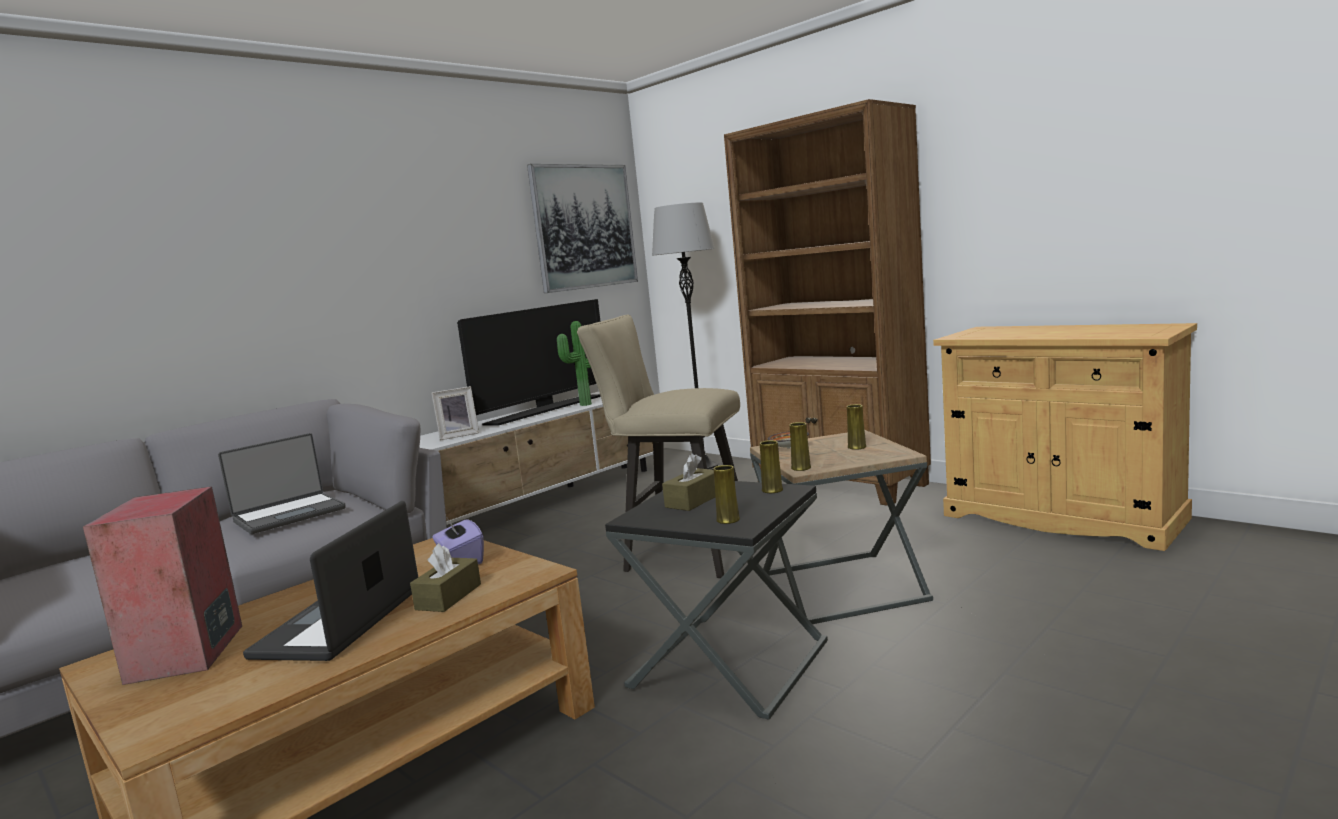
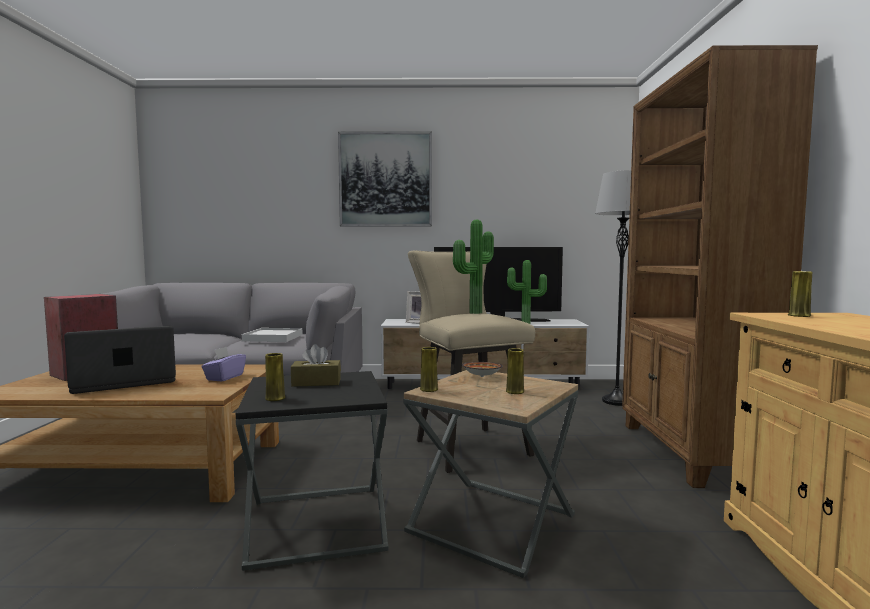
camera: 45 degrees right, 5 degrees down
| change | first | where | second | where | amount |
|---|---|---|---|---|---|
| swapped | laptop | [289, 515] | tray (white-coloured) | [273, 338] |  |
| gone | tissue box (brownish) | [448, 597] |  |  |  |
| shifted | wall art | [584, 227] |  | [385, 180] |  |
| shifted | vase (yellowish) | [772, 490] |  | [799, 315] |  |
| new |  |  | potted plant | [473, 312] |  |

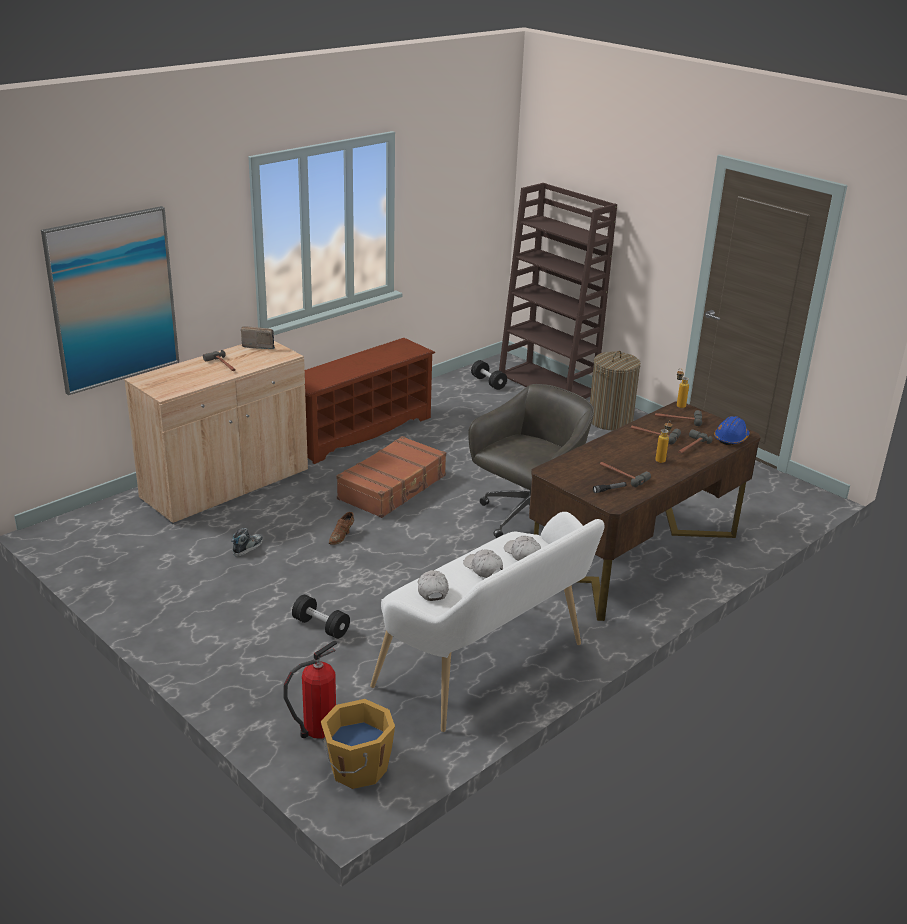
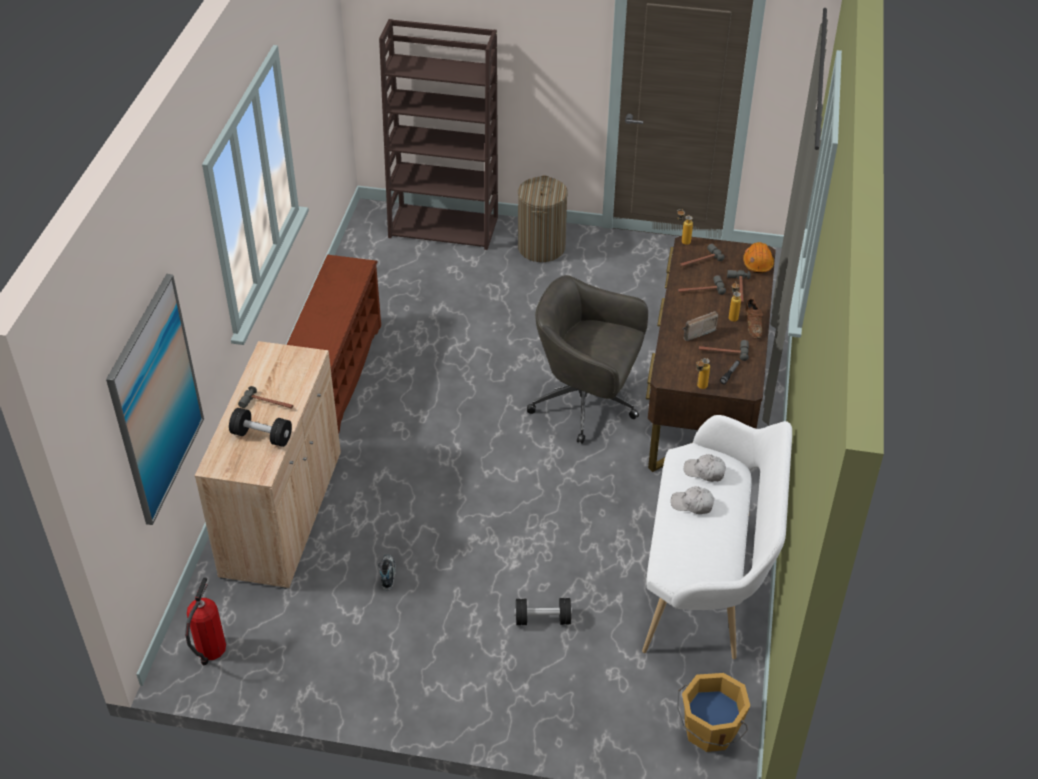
camera: 35 degrees left, 15 degrees up
| change | first | where | second | where | amount |
|---|---|---|---|---|---|
| shifted | radio | [258, 346] |  | [695, 332] |  |
| shifted | extinguisher | [317, 729] |  | [210, 651] |  |
| shifted | low shoe (brownish) | [342, 536] |  | [753, 326] |  |
| gone | travel case (brownish) | [393, 488] |  |  |  |
| gone | peaked cap (white-coloured) | [432, 589] |  |  |  |
| rotated | computer chair (gray) | [529, 518] |  | [587, 404] | 75 degrees counterclockwise |
| shifted | hand weight (black) | [488, 382] |  | [262, 436] |  |
| repainted | hard hat (blue-coloured) | [731, 438] | hard hat (orangey) | [757, 263] |  |
| new |  |  | beverage bottle | [699, 388] |  |

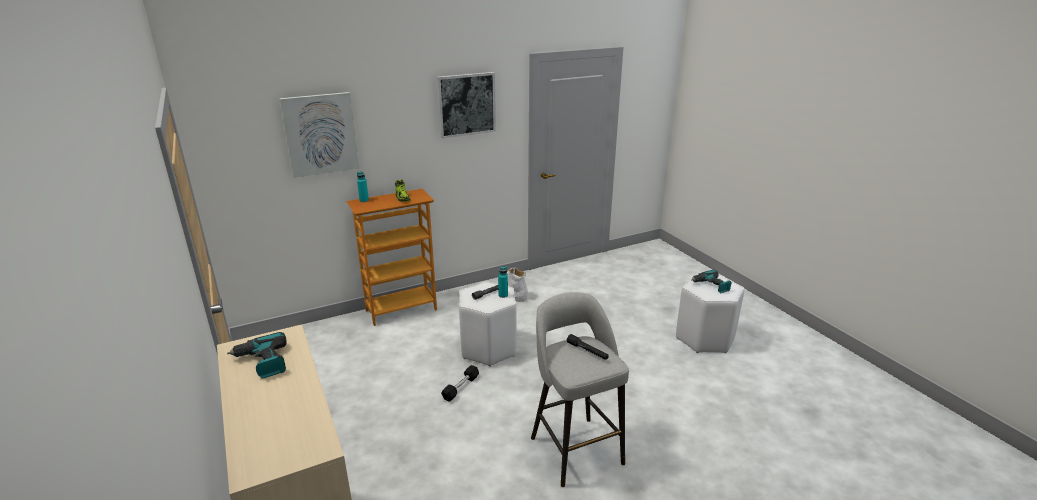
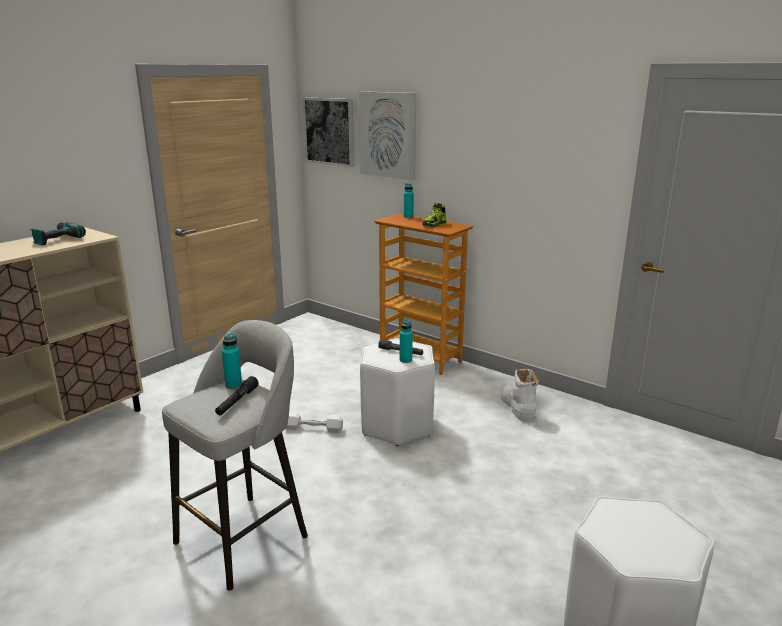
camera: 65 degrees right, 5 degrees down
| change | first | where | second | where | amount |
|---|---|---|---|---|---|
| shifted | wall art | [466, 104] |  | [330, 131] |  |
| repainted | hand weight (black) | [461, 387] | hand weight (white-coloured) | [313, 429] |  |
| gone | power drill | [711, 286] |  |  |  |
| new |  |  | beverage bottle (turquoise-coloured) | [233, 385] |  |

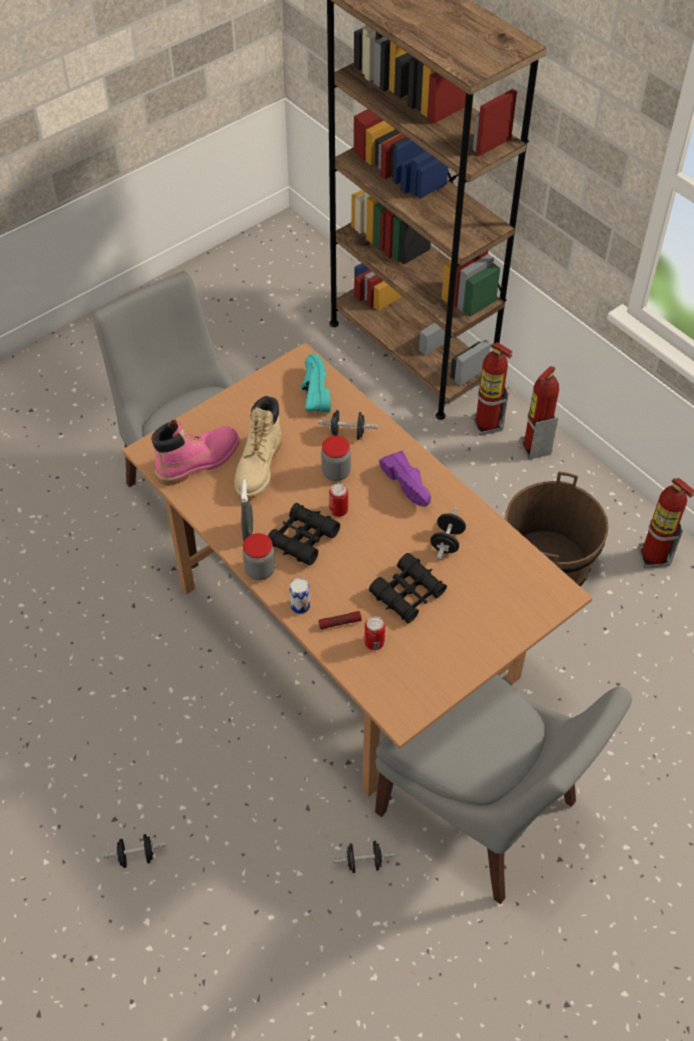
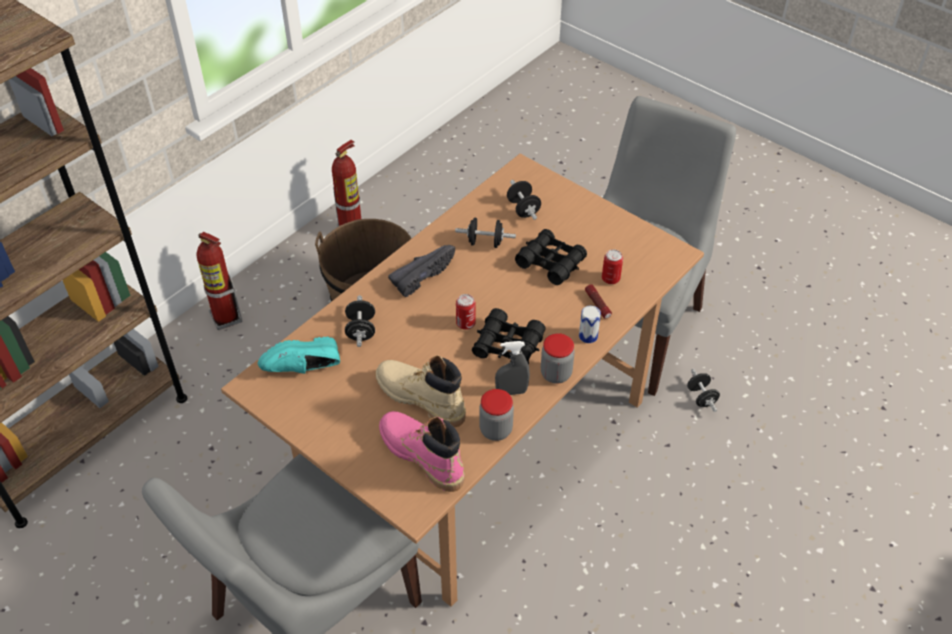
camera: 100 degrees left, 5 degrees down
| change | first | where | second | where | amount |
|---|---|---|---|---|---|
| shifted | hand weight (black) | [136, 856] |  | [523, 209] |  |
| rotated | boot (beige-coloured) | [259, 467] |  | [420, 398] | 150 degrees counterclockwise |
| shifted | preserve jar | [336, 472] |  | [496, 430] |  |
| repainted | low shoe (purple-coloured) | [409, 484] | low shoe (black) | [421, 275] |  |
| gone | extinguisher | [487, 425] |  |  |  |

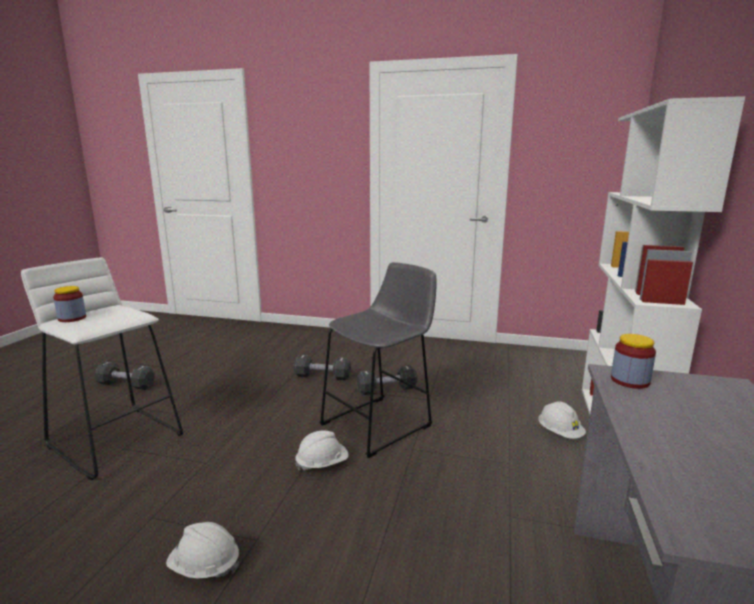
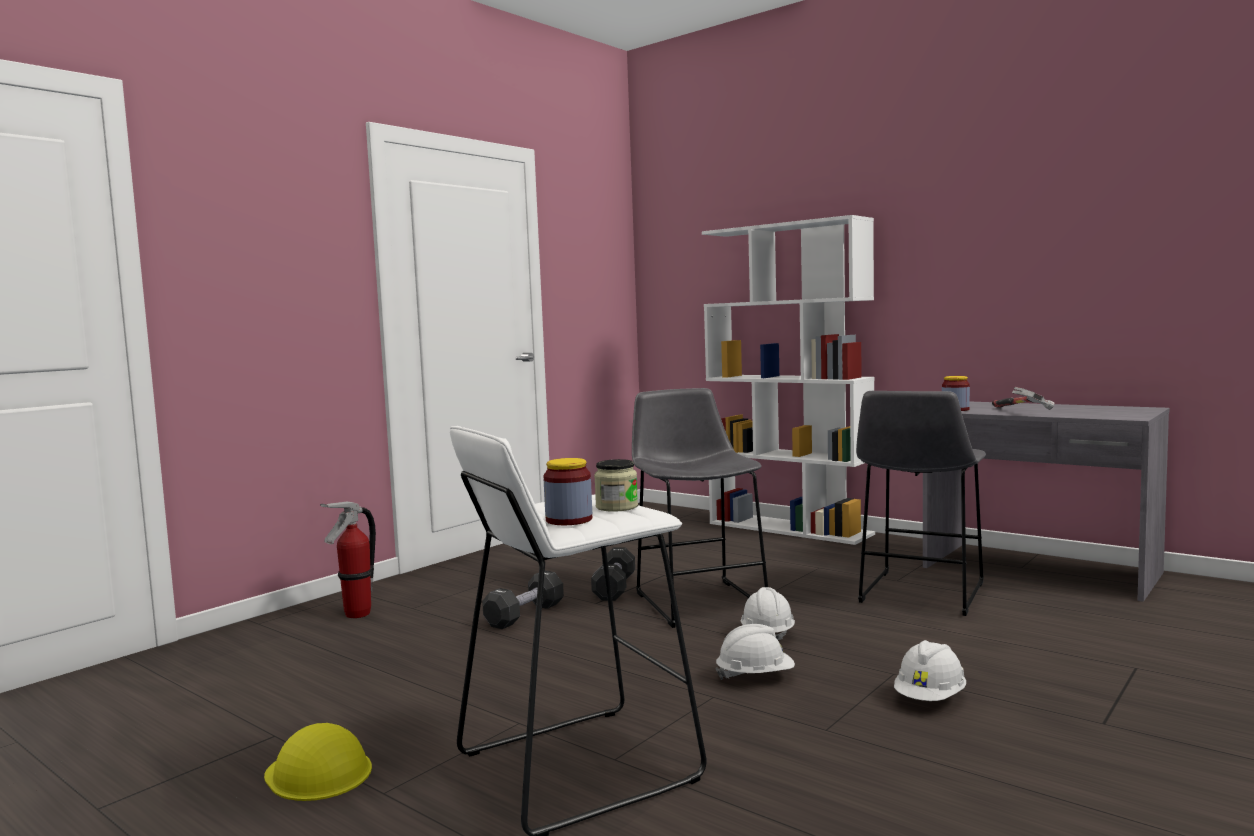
camera: 65 degrees left, 10 degrees down
| change | first | where | second | where | amount |
|---|---|---|---|---|---|
| swapped | hand weight (black) | [126, 385] | hard hat (yellowish) | [318, 772] |  |
| shifted | hard hat (white-coloured) | [559, 433] |  | [755, 677] |  |
| new |  |  | extinguisher | [357, 614] |  |
| new |  |  | preserve jar | [616, 507] |  |
| new |  |  | stool seat (gray) | [919, 594] |  |
| new |  |  | tool hammer | [1017, 411] |  |

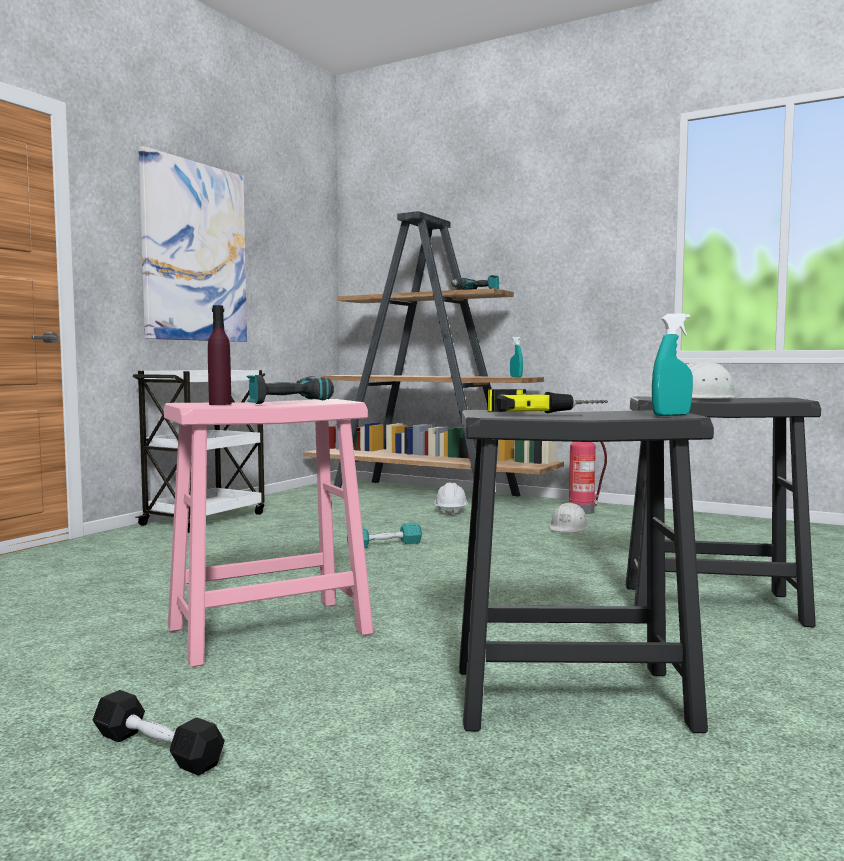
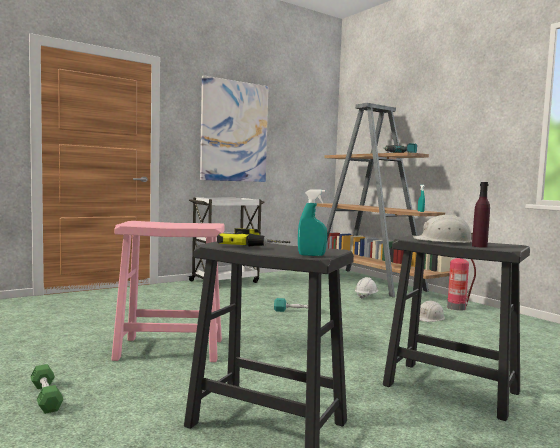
camera: 25 degrees right, 0 degrees up
| change | first | where | second | where | amount |
|---|---|---|---|---|---|
| repainted | hand weight (black) | [157, 749] | hand weight (green-coloured) | [46, 397] |  |
| shifted | beverage bottle (purple-coloured) | [220, 404] |  | [479, 246] |  |
| gone | power drill | [287, 402] |  |  |  |

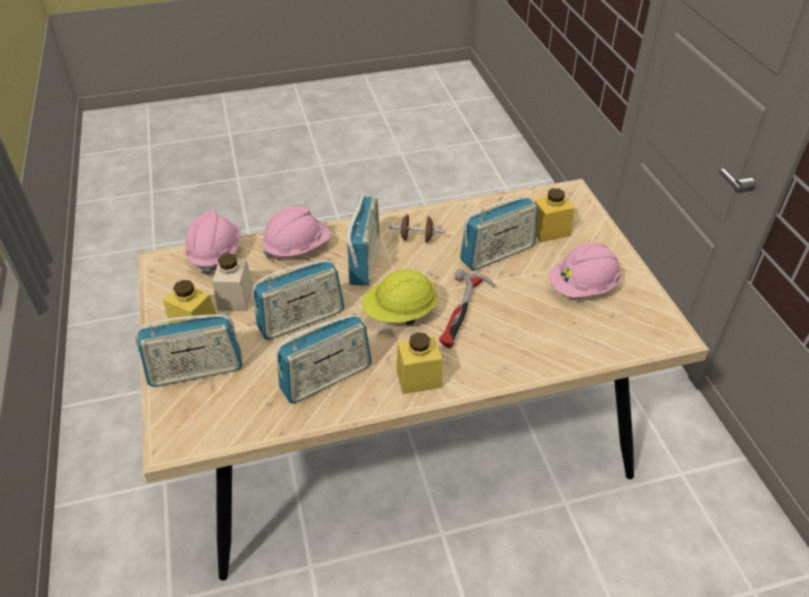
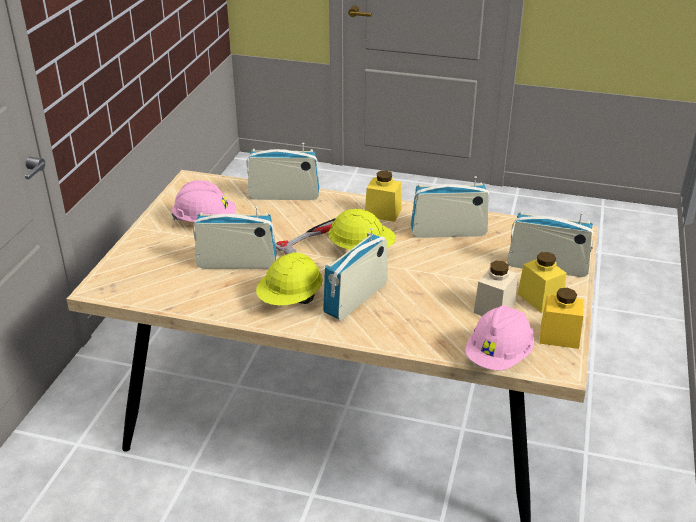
camera: 150 degrees left, 10 degrees down
| change | first | where | second | where | amount |
|---|---|---|---|---|---|
| shifted | radio | [301, 320] |  | [284, 195] |  |
| gone | hard hat (pink) | [297, 248] |  |  |  |
| swapped | hand weight (brownish) | [416, 238] | hard hat (yellowish) | [290, 300] |  |
| shifted | preserve jar (yellowish) | [550, 231] |  | [559, 336] |  |

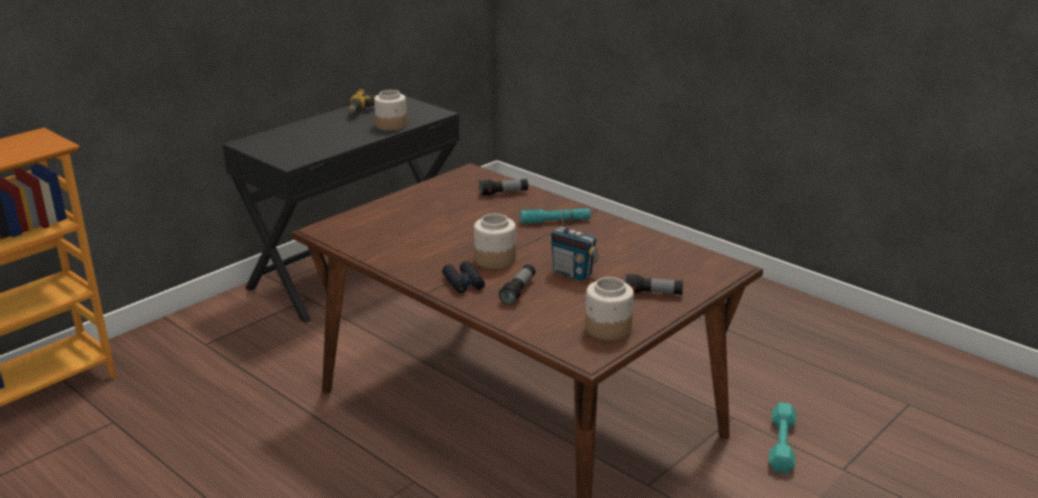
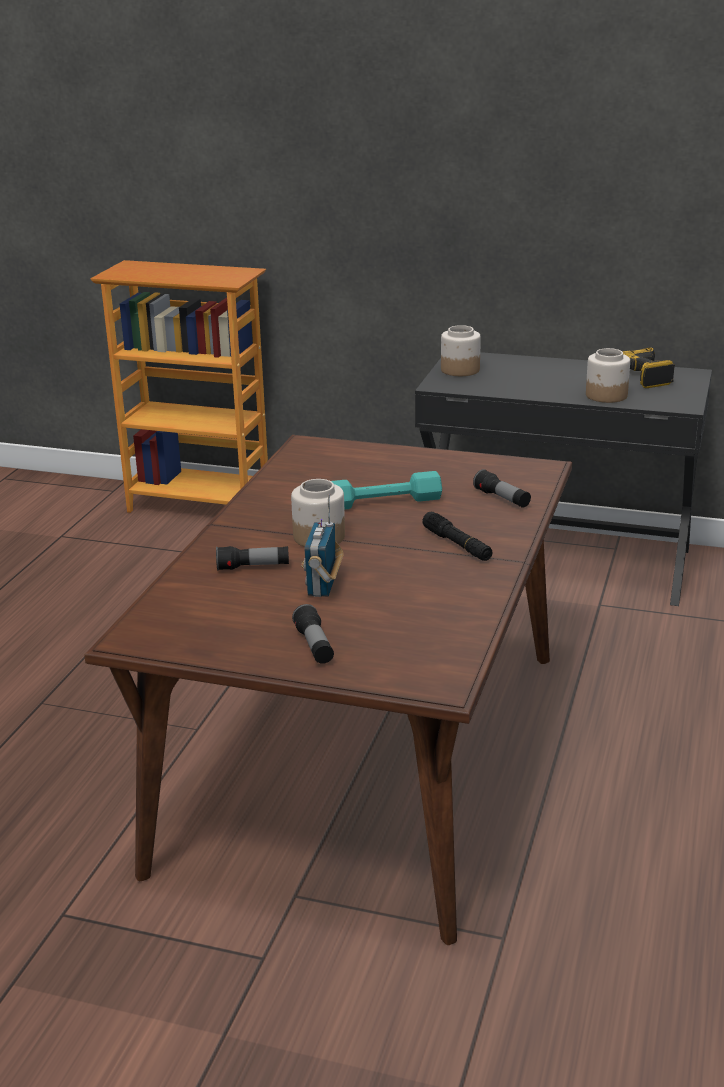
camera: 65 degrees right, 0 degrees up
| change | first | where | second | where | amount |
|---|---|---|---|---|---|
| gone | binoculars (black) | [464, 283] |  |  |  |
| repainted | hand torch (turquoise-coloured) | [555, 221] | hand torch (black) | [457, 545] |  |
| shifted | preserve jar | [608, 329] |  | [459, 370] |  |
| shifted | hand weight (turquoise-coloured) | [781, 444] |  | [382, 502] |  |

